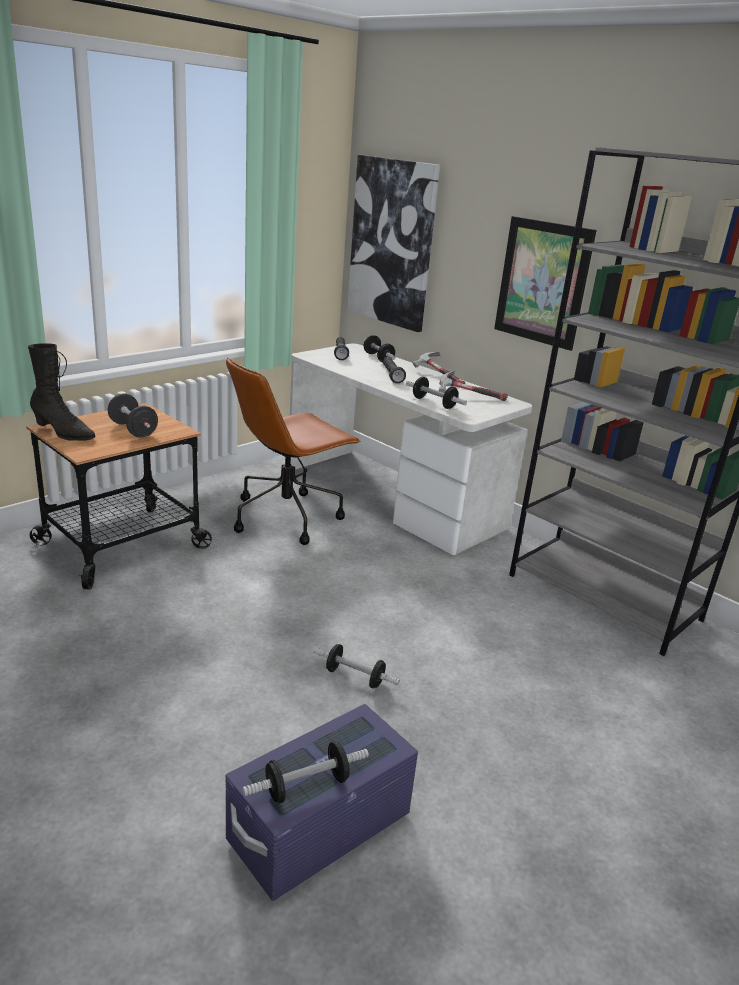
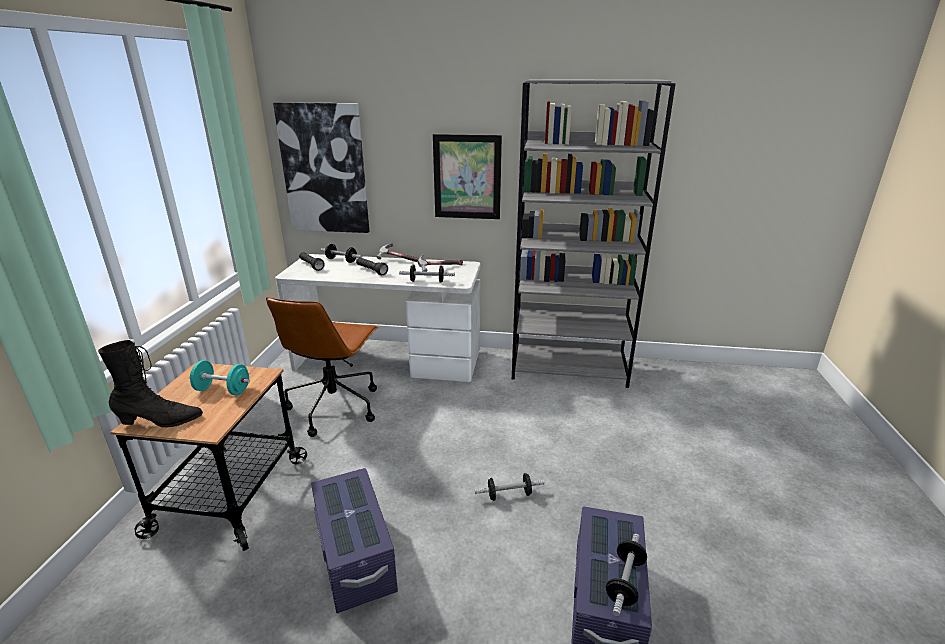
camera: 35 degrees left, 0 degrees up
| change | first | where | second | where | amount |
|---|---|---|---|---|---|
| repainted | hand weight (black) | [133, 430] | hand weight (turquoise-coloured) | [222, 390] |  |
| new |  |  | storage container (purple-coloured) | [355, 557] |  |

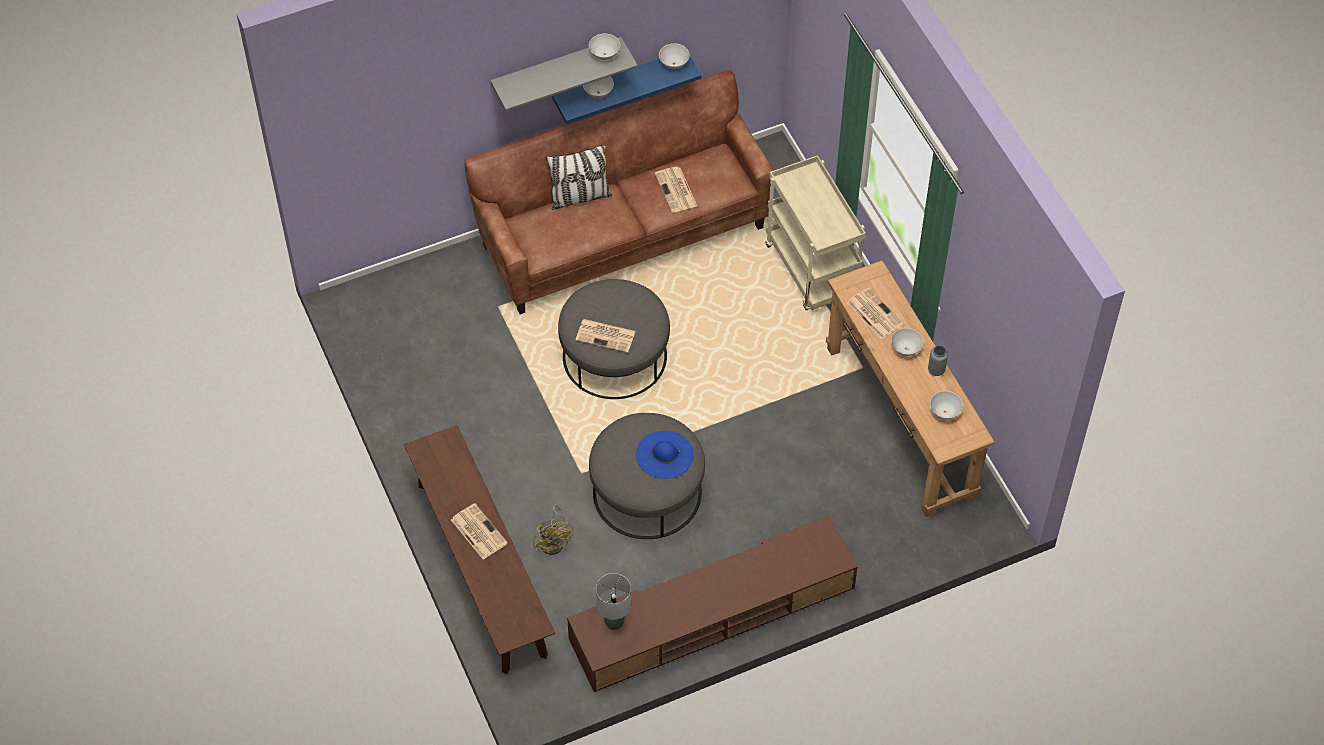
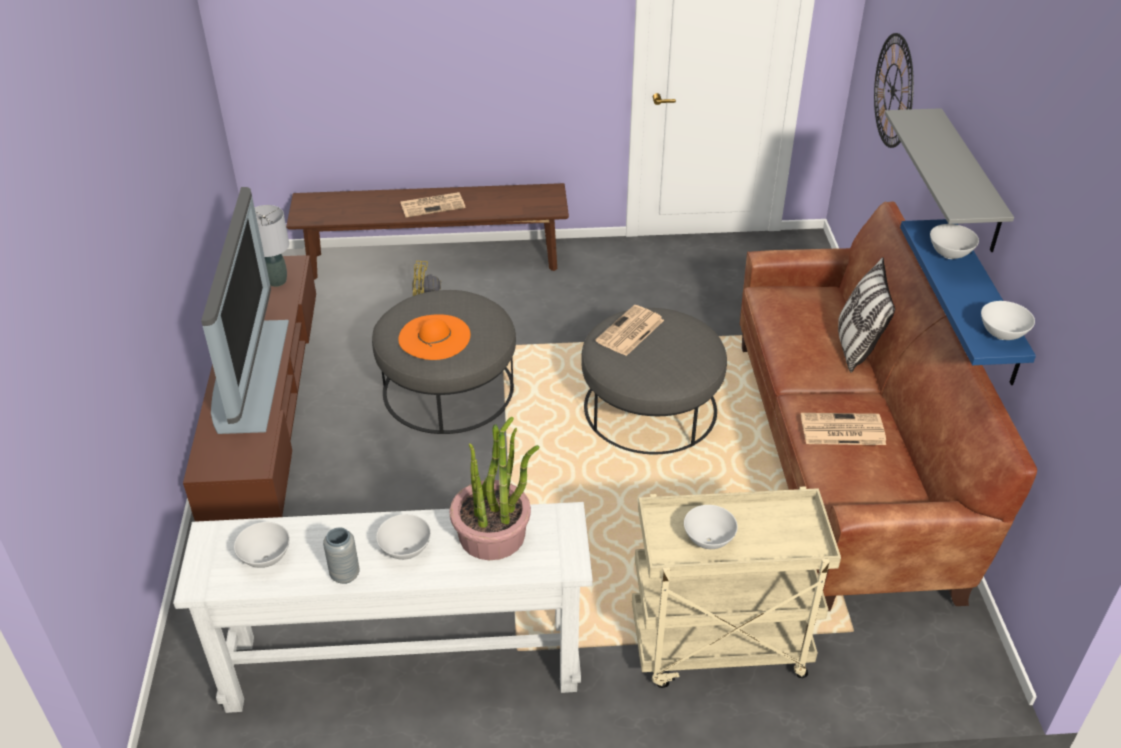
camera: 110 degrees right, 15 degrees down
| change | first | where | second | where | amount |
|---|---|---|---|---|---|
| shifted | serving bowl (white-coloured) | [604, 55] |  | [709, 540] |  |
| repainted | hat (blue-coloured) | [664, 455] | hat (orangey) | [434, 337] |  |
| repainted | narrow table (brownish) | [900, 421] | narrow table (white-coloured) | [404, 663] |  |
| swapped | printed paper | [874, 313] | potted plant | [493, 534] |  |
| new |  |  | television | [249, 374] |  |
| new |  |  | hanging clock | [893, 91] |  |

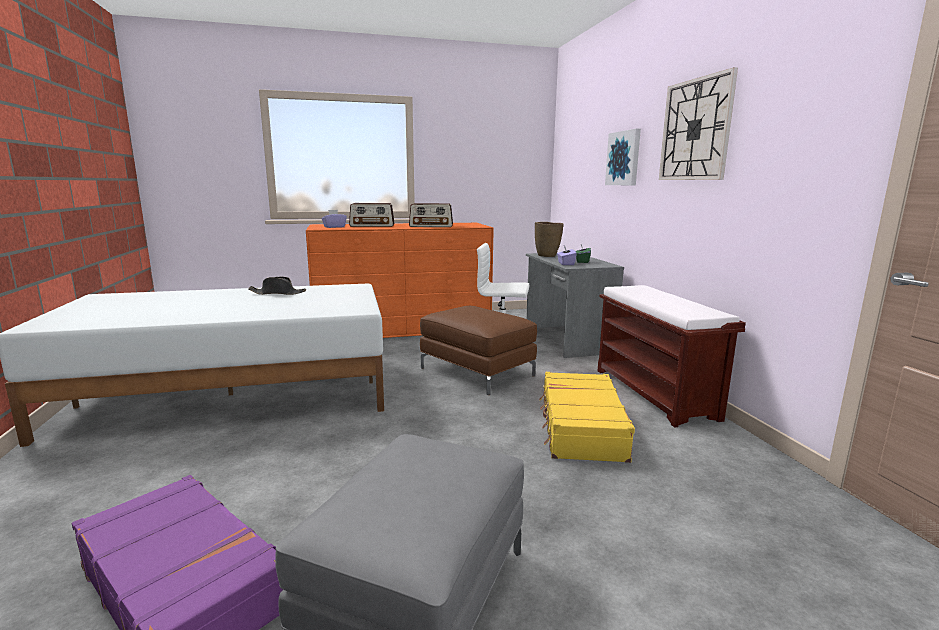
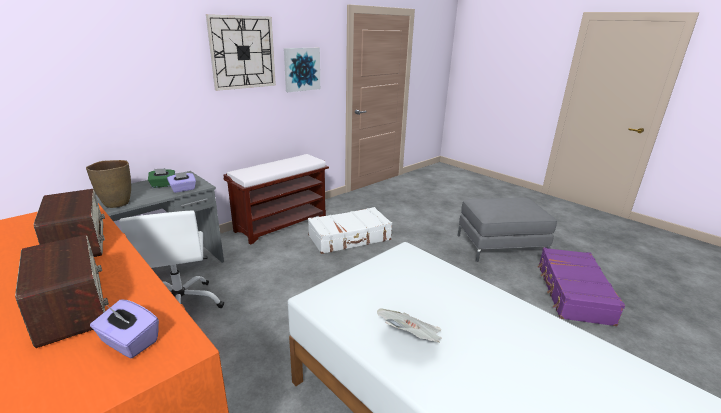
camera: 120 degrees left, 10 degrees up
| change | first | where | second | where | amount |
|---|---|---|---|---|---|
| swapped | hat (black) | [278, 293] | printed paper | [411, 338] |  |
| gone | footrest (brownish) | [477, 372] |  |  |  |
| repainted | travel case (yellowish) | [580, 428] | travel case (white-coloured) | [350, 238] |  |
| shifted | wall art | [623, 158] |  | [301, 69] |  |

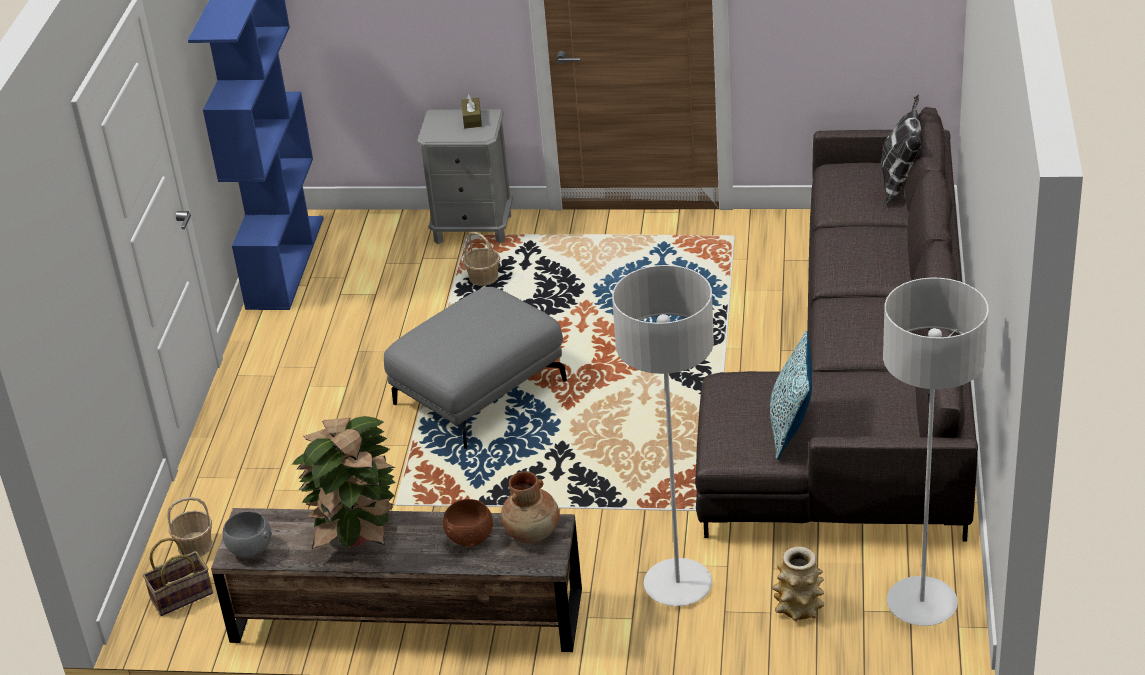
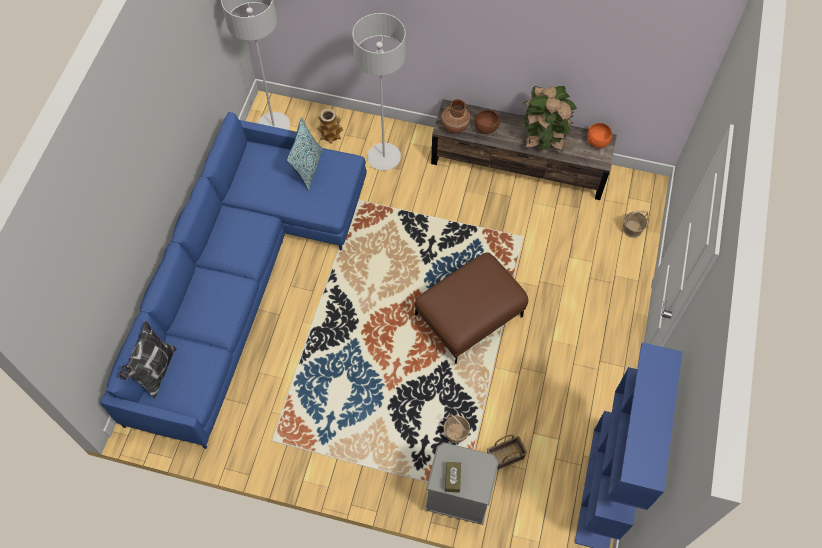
camera: 175 degrees left, 25 degrees up
| change | first | where | second | where | amount |
|---|---|---|---|---|---|
| shifted | household basket | [182, 595] |  | [504, 458] |  |
| repainted | serving bowl (gray) | [249, 549] | serving bowl (orangey) | [598, 142] |  |
| repainted | footrest (gray) | [479, 391] | footrest (brownish) | [469, 317] |  |
| repainted | settee (gray) | [862, 380] | settee (blue-coloured) | [242, 277] |  |

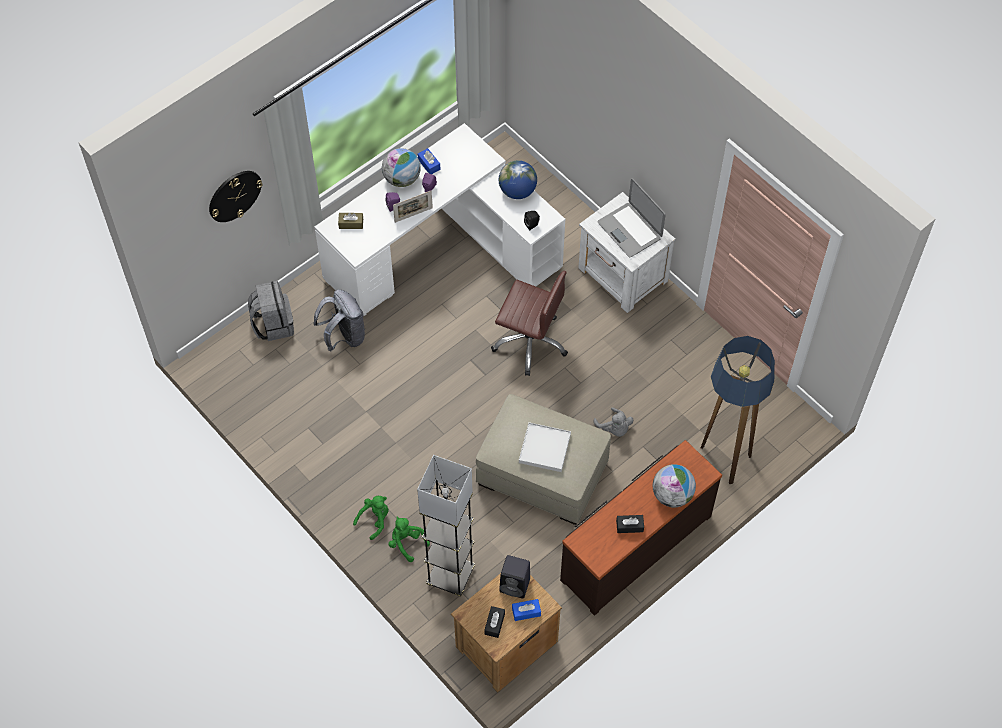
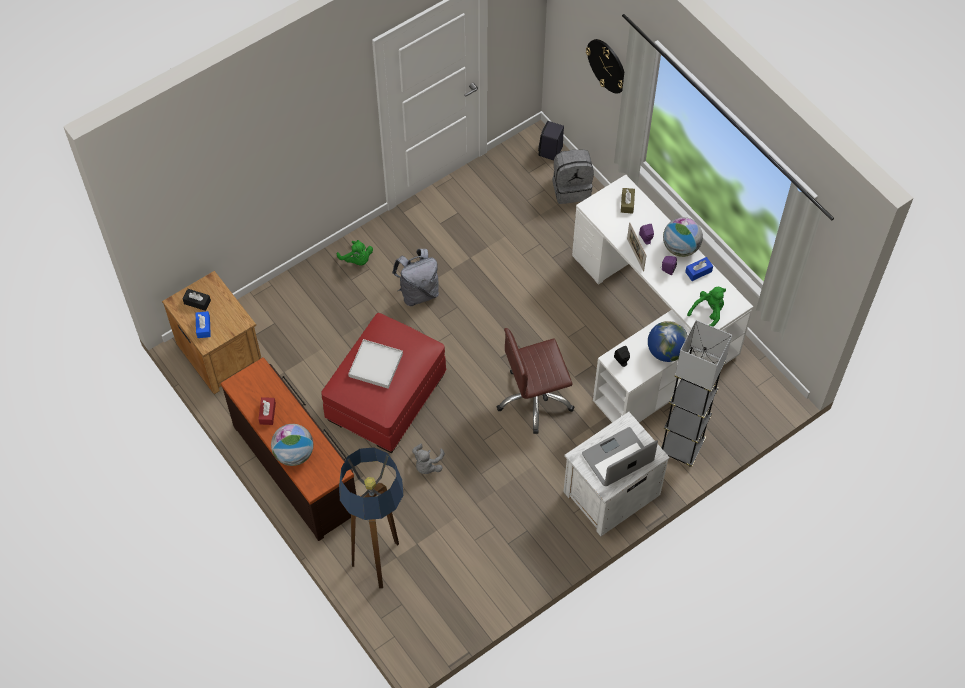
camera: 95 degrees right, 0 degrees up
| change | first | where | second | where | amount |
|---|---|---|---|---|---|
| shifted | backpack (gray) | [344, 336] |  | [418, 292] |  |
| shifted | cuddly toy (green-coloured) | [406, 543] |  | [708, 313] |  |
| shifted | floor lamp (gray) | [450, 576] |  | [681, 447] |  |
| repainted | footrest (beige-coloured) | [543, 473] | footrest (red) | [385, 398] |  |
| rotated | computer chair (brownish) | [530, 342] |  | [535, 399] | 45 degrees clockwise |
| shifted | speaker (black) | [516, 585] |  | [550, 152] |  |
| rotated | cuddly toy (gray) | [614, 428] |  | [427, 465] | 45 degrees counterclockwise |
| repainted | tissue box (black) | [629, 526] | tissue box (red) | [267, 413] |  |

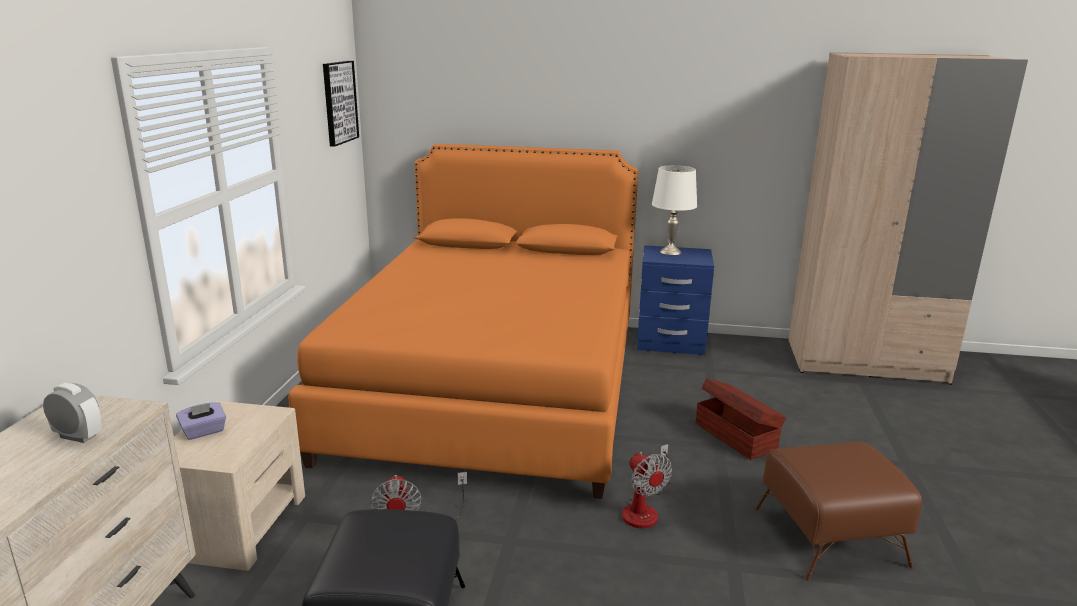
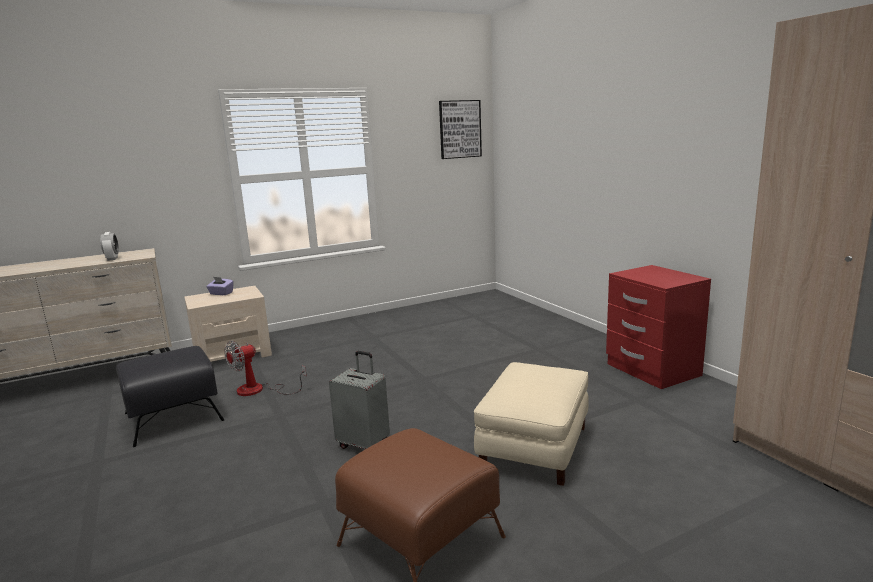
camera: 55 degrees right, 5 degrees down
| change | first | where | second | where | amount |
|---|---|---|---|---|---|
| gone | sleeping bed (orangey) | [494, 386] |  |  |  |
| swapped | cooling fan | [644, 509] | travel case (gray) | [364, 444] |  |
| repainted | night table (blue-coloured) | [670, 343] | night table (red) | [651, 370] |  |
| gone | tabletop lamp (white-coloured) | [670, 251] |  |  |  |
| swapped | storage container (brownish) | [735, 435] | footrest (beige-coloured) | [533, 446] |  |

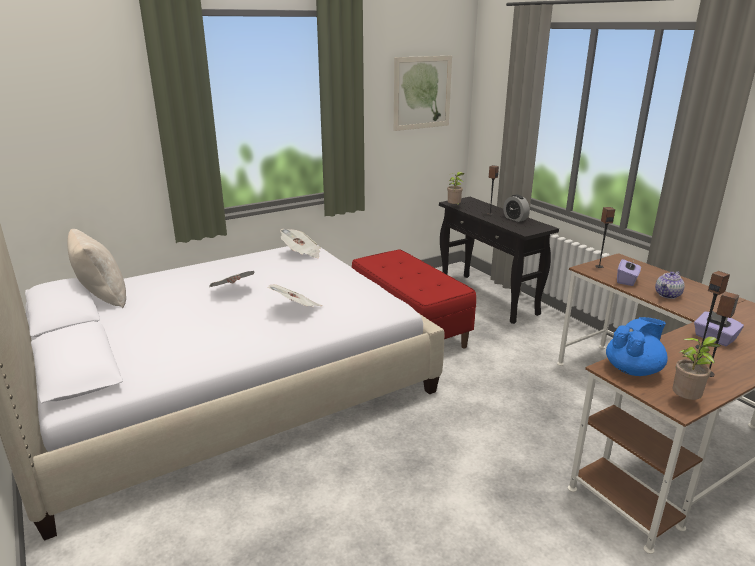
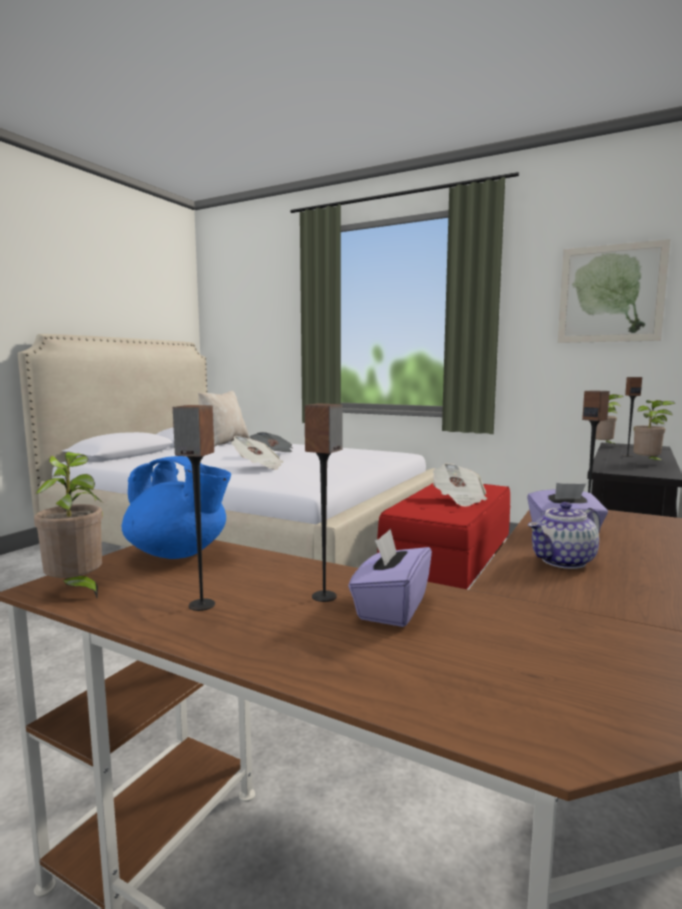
camera: 60 degrees right, 15 degrees down
| change | first | where | second | where | amount |
|---|---|---|---|---|---|
| shifted | printed paper | [302, 253] |  | [459, 499] |  |
| swapped | table clock | [515, 219] | potted plant | [648, 463] |  |
| rotated | pot for tea | [668, 295] |  | [563, 561] | 45 degrees counterclockwise |

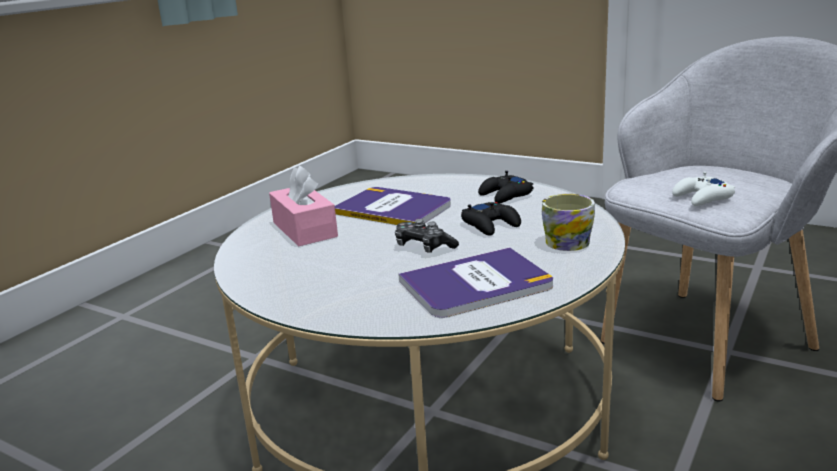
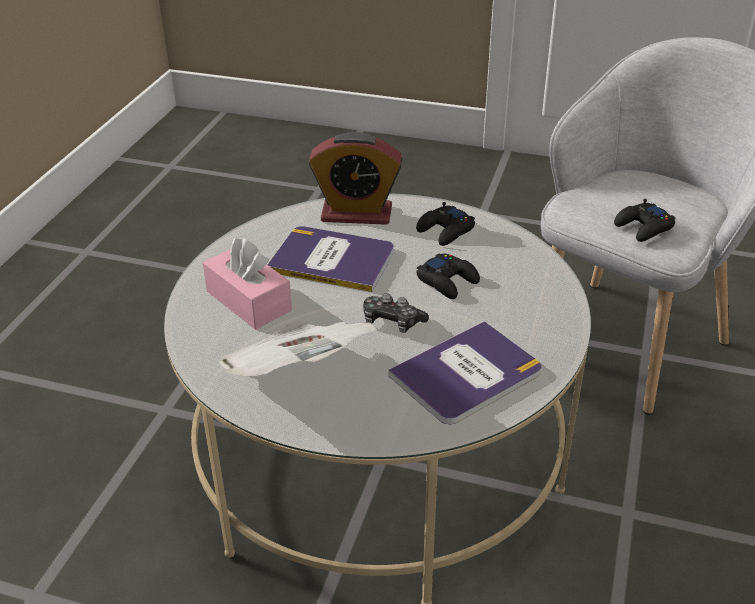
camera: 15 degrees left, 15 degrees up
| change | first | where | second | where | amount |
|---|---|---|---|---|---|
| gone | mug | [568, 241] |  |  |  |
| repainted | gamepad (white-coloured) | [702, 198] | gamepad (black) | [643, 228] |  |
| new |  |  | printed paper | [297, 376] |  |
| new |  |  | table clock | [356, 214] |  |

